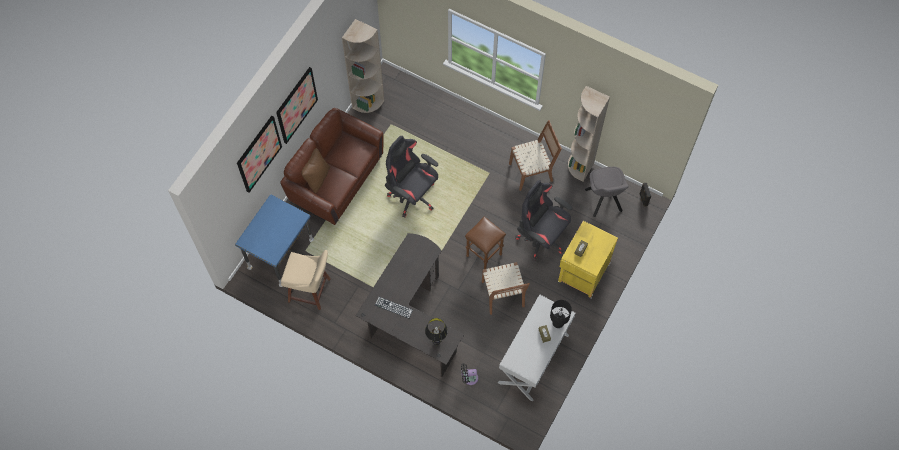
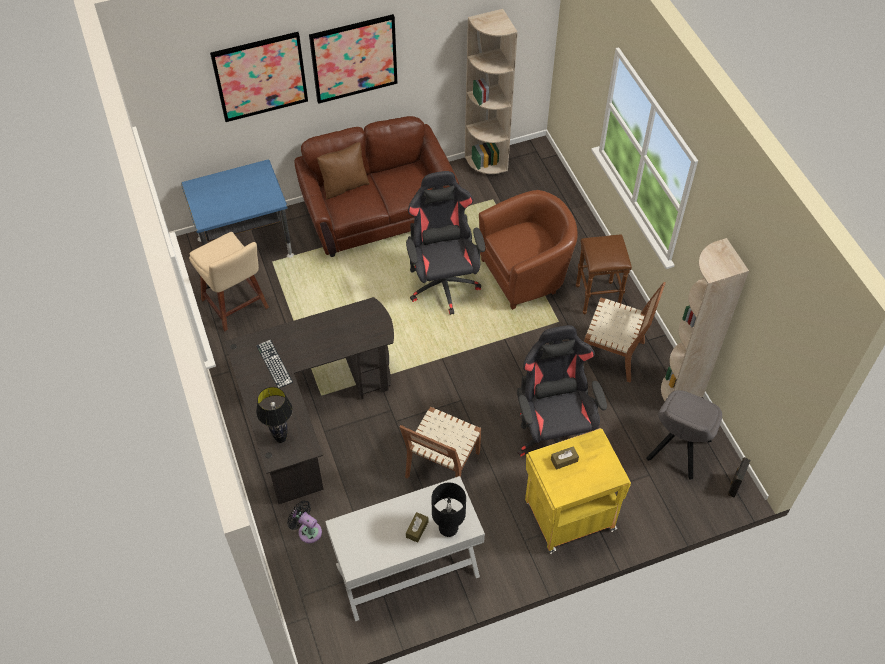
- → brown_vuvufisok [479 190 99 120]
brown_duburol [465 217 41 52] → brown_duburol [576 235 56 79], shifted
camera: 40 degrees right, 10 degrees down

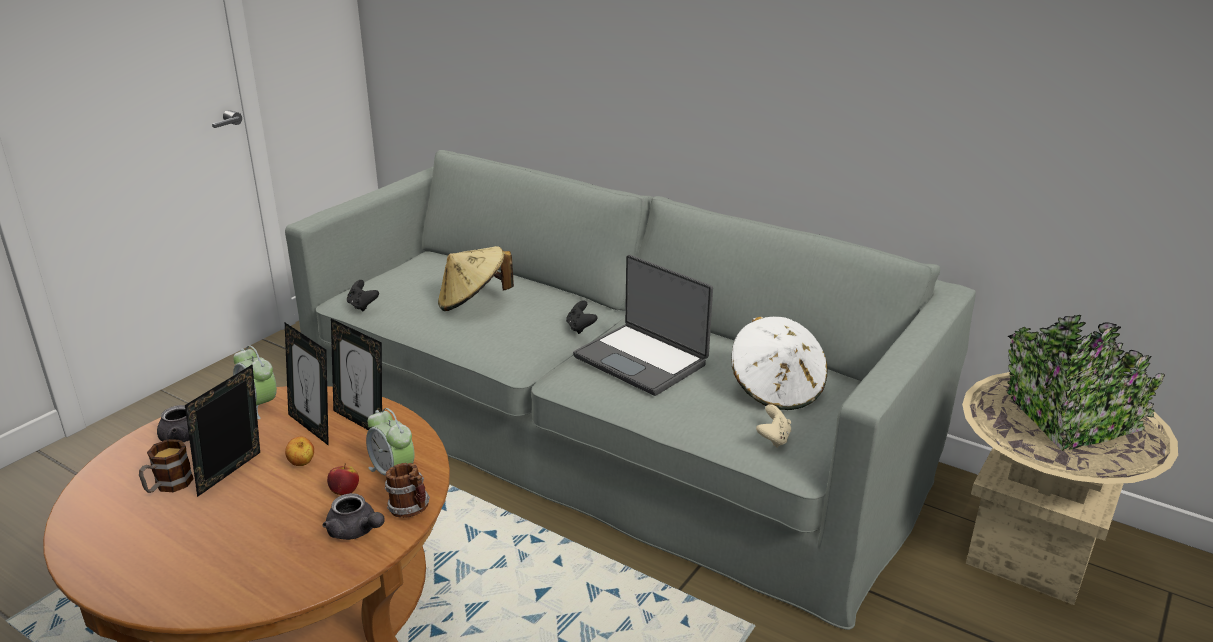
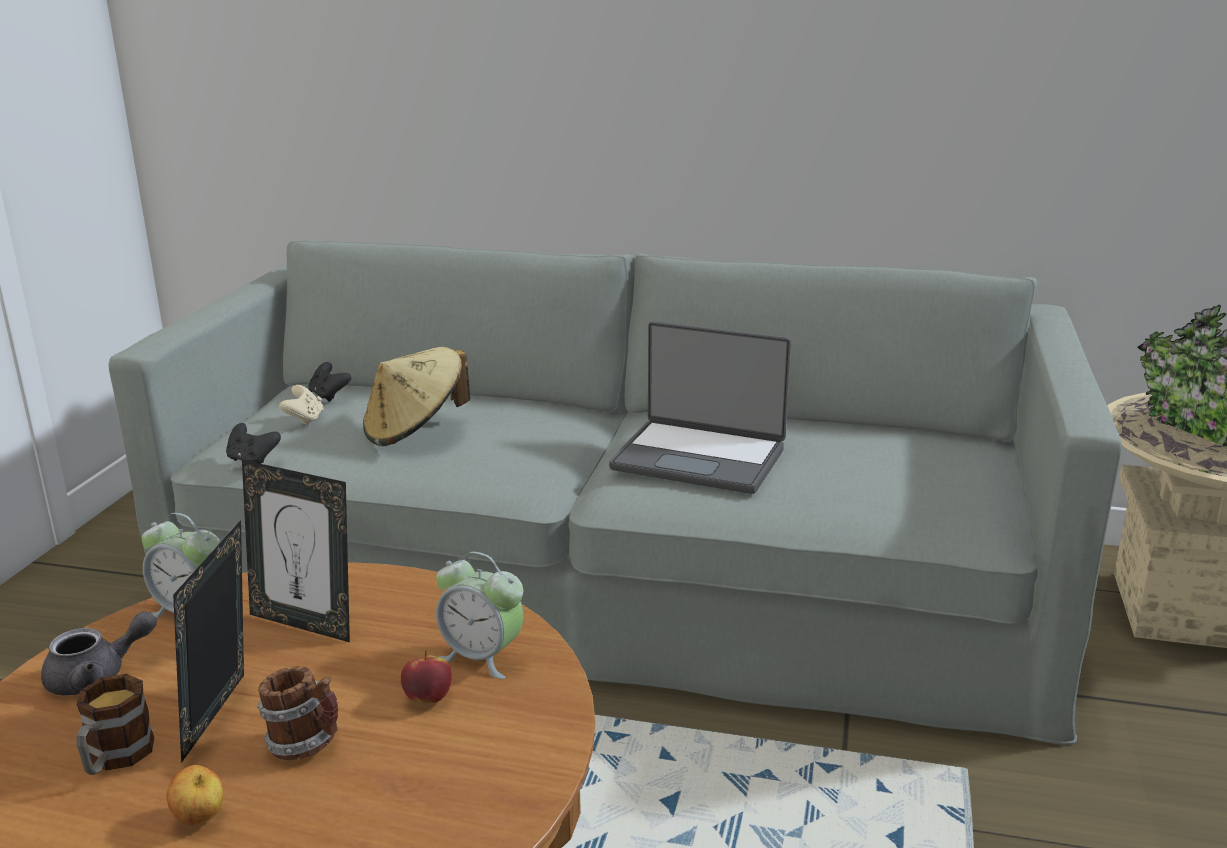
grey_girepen [323 493 62 47] → -
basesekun [331 319 51 111] → -
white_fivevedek [732 317 96 93] → -
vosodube [285 437 29 29] → vosodube [167 765 56 60], shifted
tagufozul [385 463 45 55] → tagufozul [257 666 81 94], shifted
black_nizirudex [566 300 31 34] → black_nizirudex [308 362 43 40], shifted
beige_nizirudex [756 404 35 44] → beige_nizirudex [279 385 45 41], shifted
camera: 20 degrees left, 5 degrees down

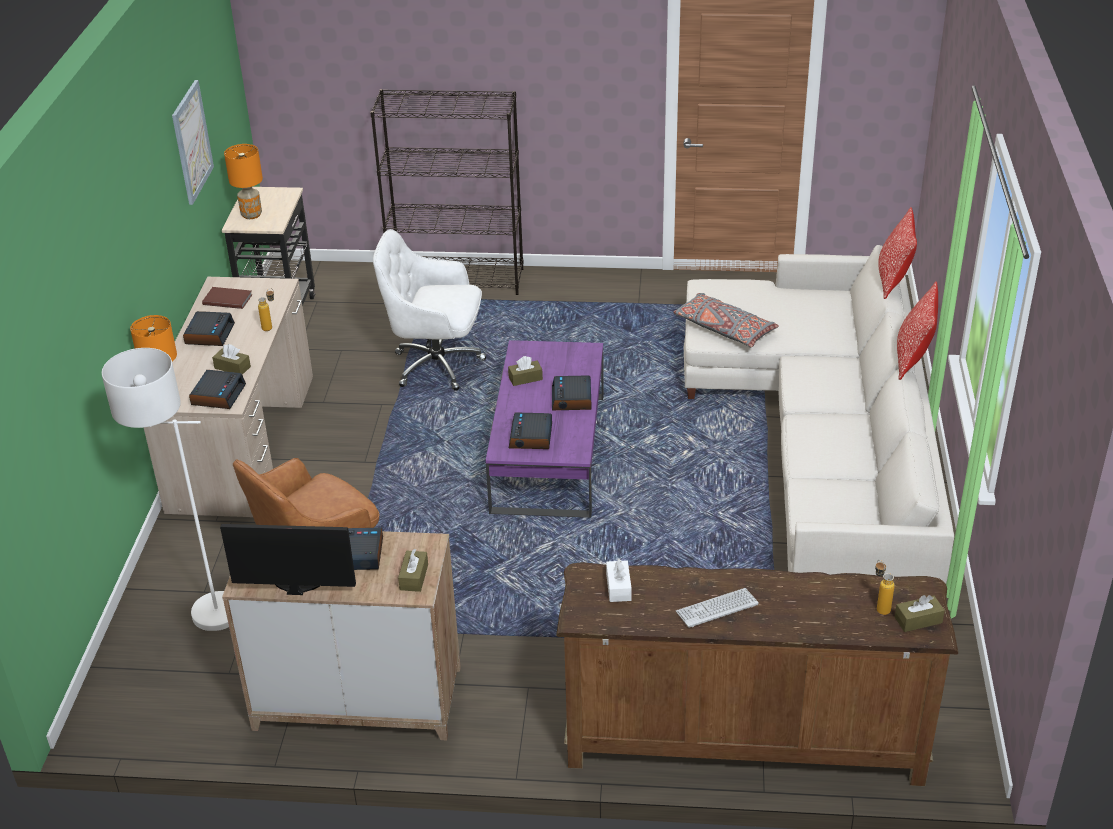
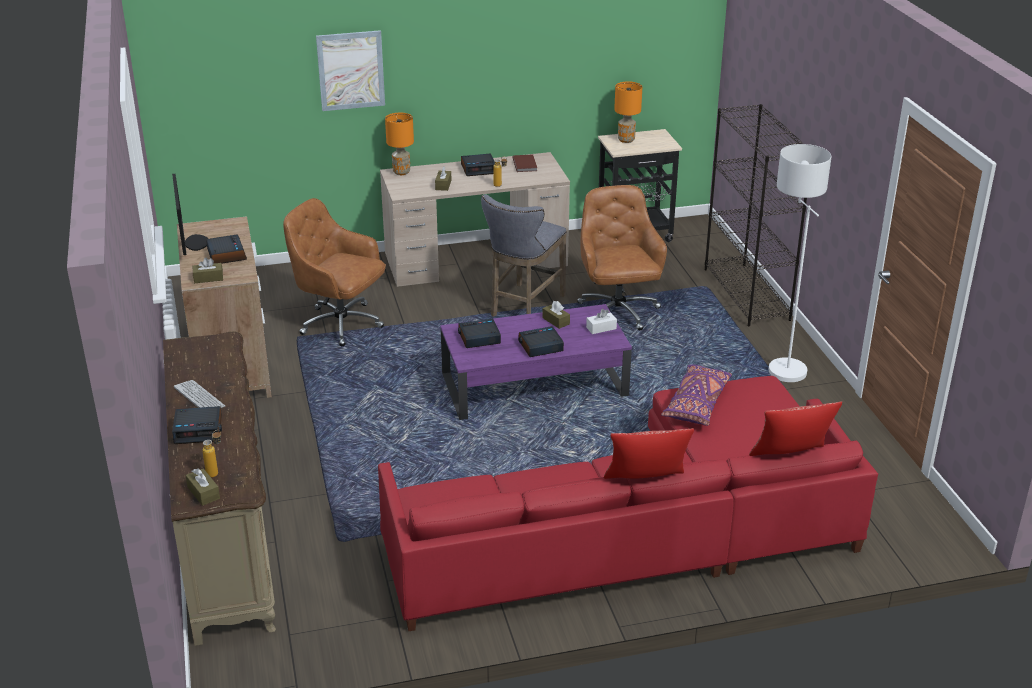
- → grey_duburol [481 194 86 123]
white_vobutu [102 348 127 283] → white_vobutu [768 144 63 238], shifted
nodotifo [172 80 42 125] → nodotifo [316 30 69 81], shifted
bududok [189 370 57 39] → bududok [172 406 50 38], shifted
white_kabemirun [606 559 26 43] → white_kabemirun [586 309 31 25], shifted
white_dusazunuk [373 229 113 162] → brown_dusazunuk [577 185 90 145]
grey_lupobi [673 293 106 54] → purple_lupobi [661 364 71 62]
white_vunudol [683 245 271 338] → red_vunudol [378 376 500 255]
camera: 70 degrees right, 5 degrees down

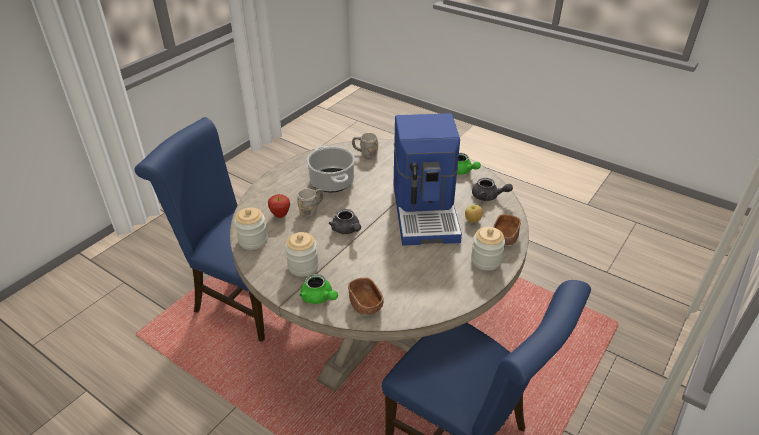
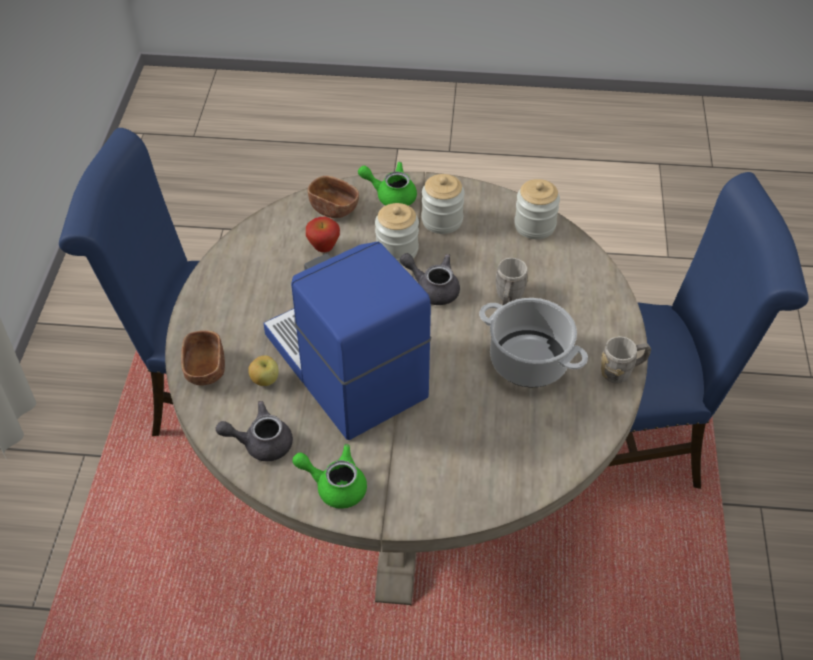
vosodube [268 194 22 24] → vosodube [306 217 34 35], shifted
grey_tagufozul [352 133 26 25] → grey_tagufozul [601 336 50 48], shifted
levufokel [471 227 34 44] → levufokel [375 203 44 61], shifted
camera: 150 degrees right, 10 degrees up

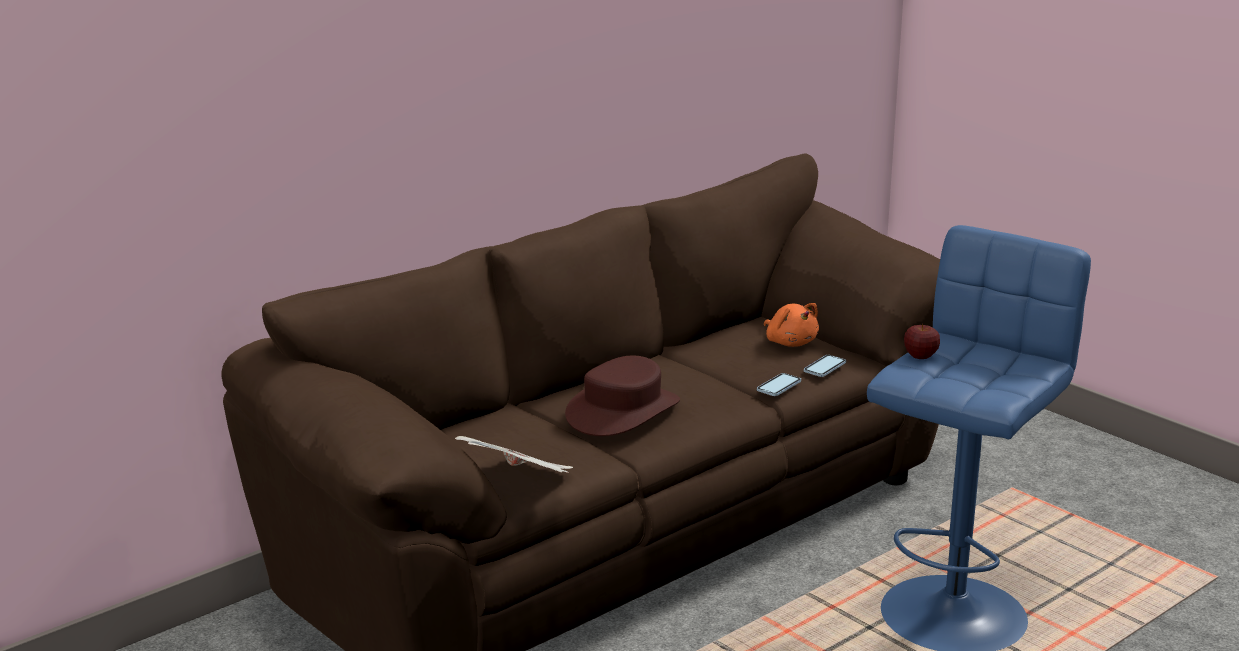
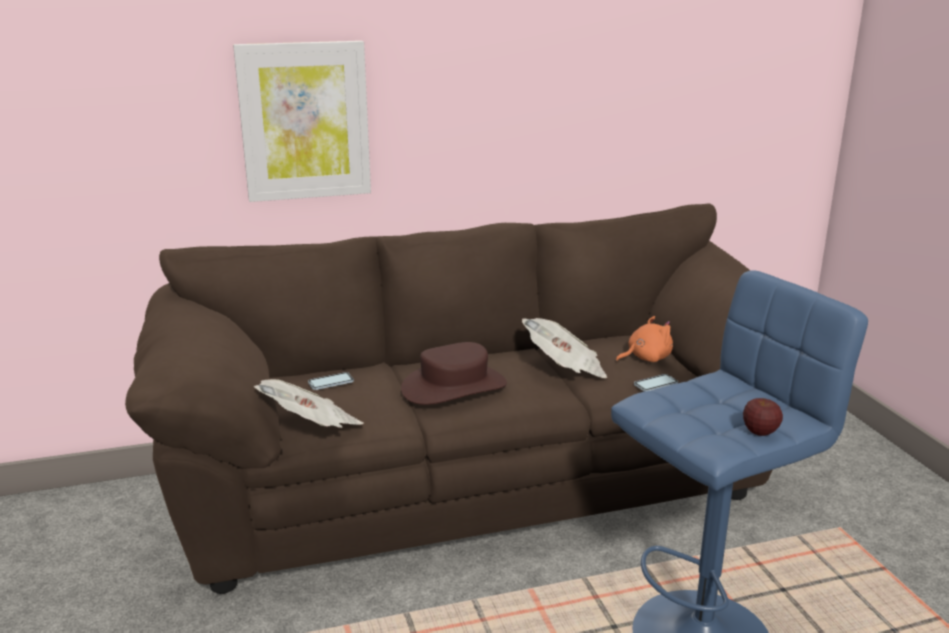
- → nodotifo [233 41 138 161]
- → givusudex [522 318 86 60]
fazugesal [757 373 44 23] → fazugesal [308 372 46 18], shifted
vosodube [904 324 36 35] → vosodube [743 398 40 38], shifted
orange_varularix [764 303 55 44] → orange_varularix [616 316 57 46], 105 degrees counterclockwise
camera: 25 degrees right, 0 degrees up

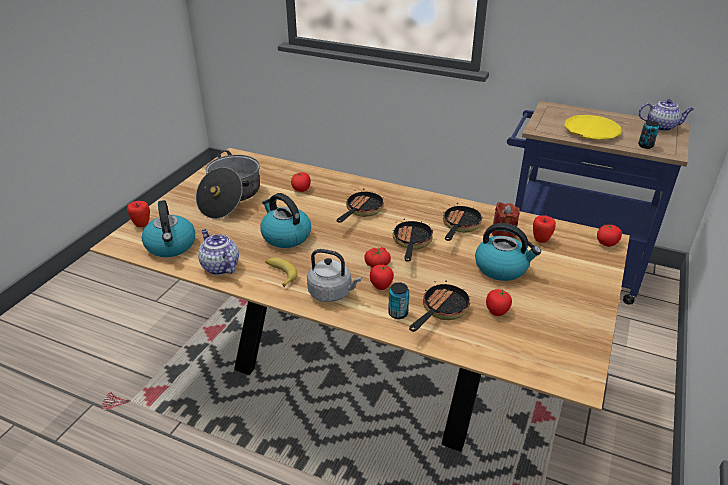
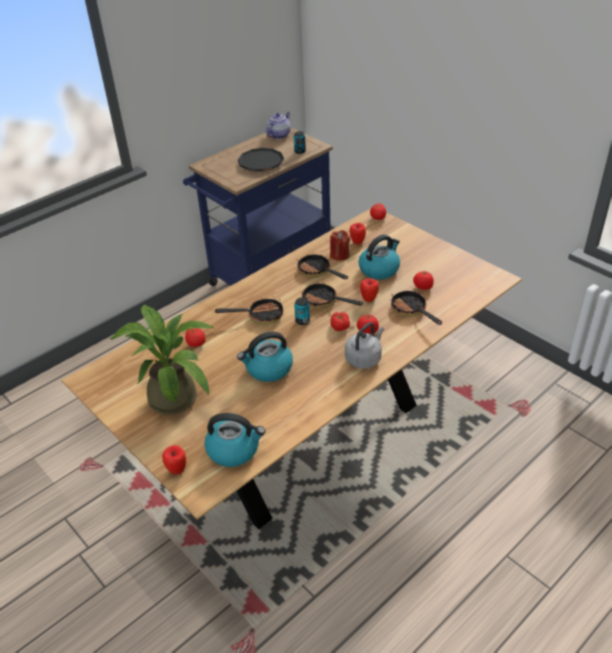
girepen [198 229 41 46] → -
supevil [265 257 33 30] → -
- → vosodube [360 278 19 24]
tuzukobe [388 282 21 37] → tuzukobe [294 297 16 28], shifted
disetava [196 150 64 69] → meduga [109 305 105 110]
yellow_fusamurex [564 115 58 25] → black_fusamurex [238 148 46 23]
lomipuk [337 189 47 34] → lomipuk [215 296 68 29], 120 degrees clockwise
camera: 65 degrees left, 5 degrees up

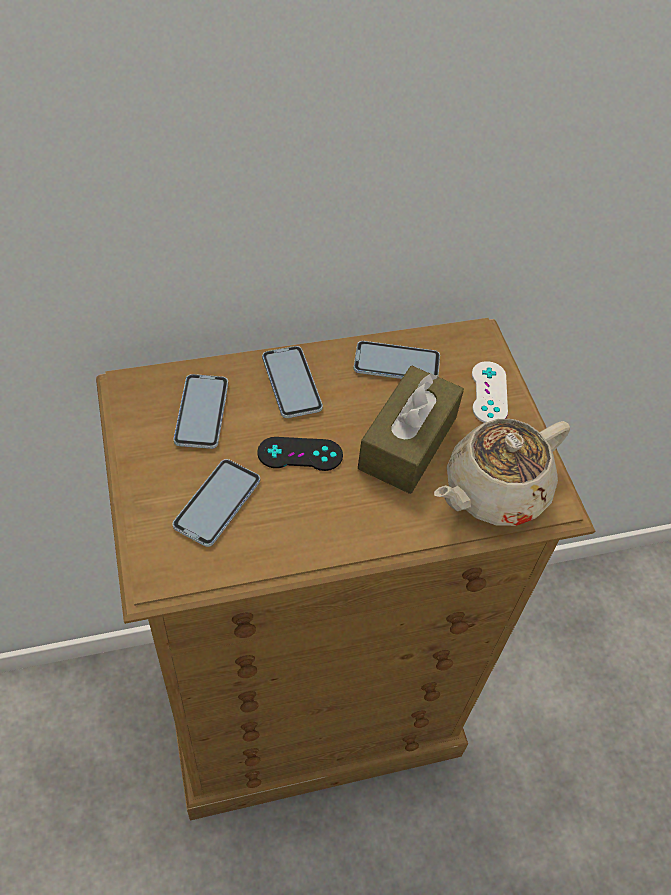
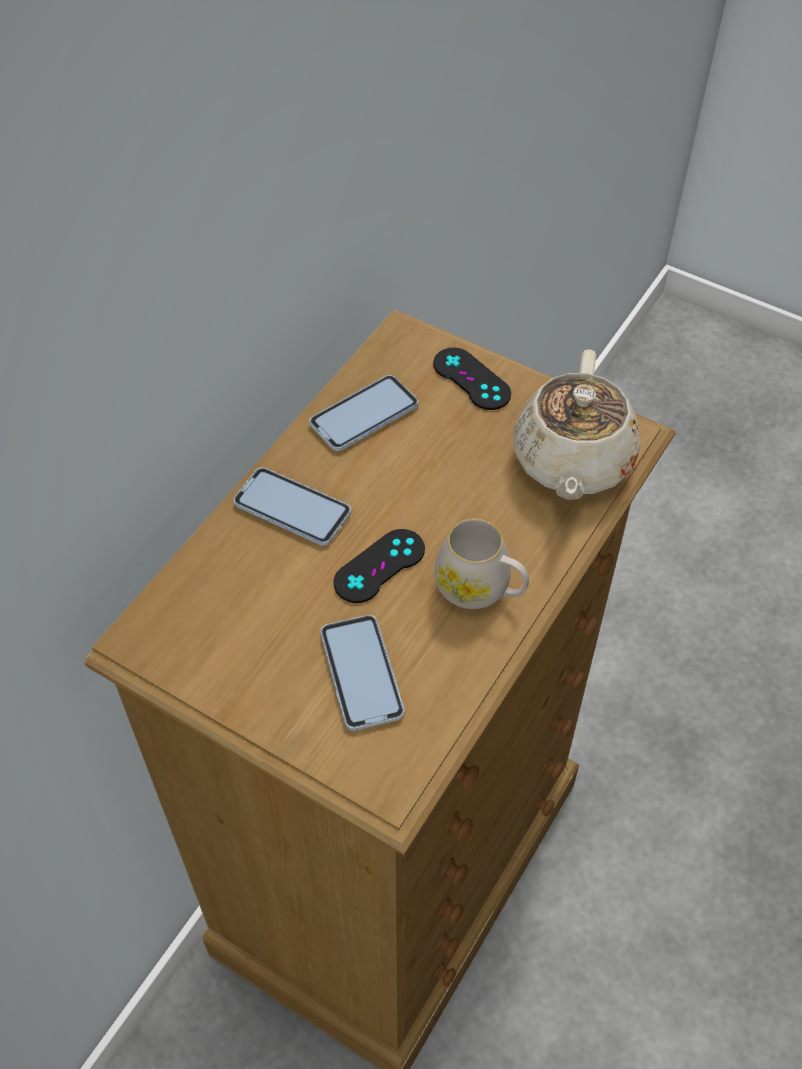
fazugesal [173 374 55 75] → -
brown_kabemirun [358 366 106 128] → -
- → white_tagufozul [435 519 94 90]
white_nizirudex [472 361 36 62] → black_nizirudex [433 348 78 62]
camera: 40 degrees left, 0 degrees up

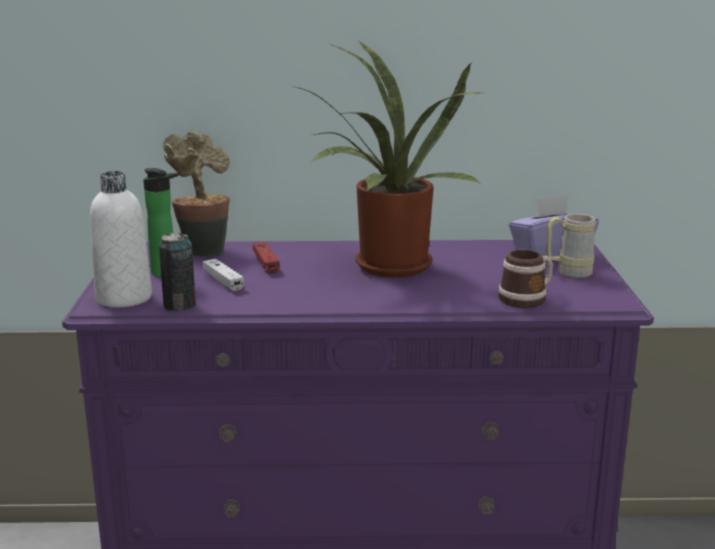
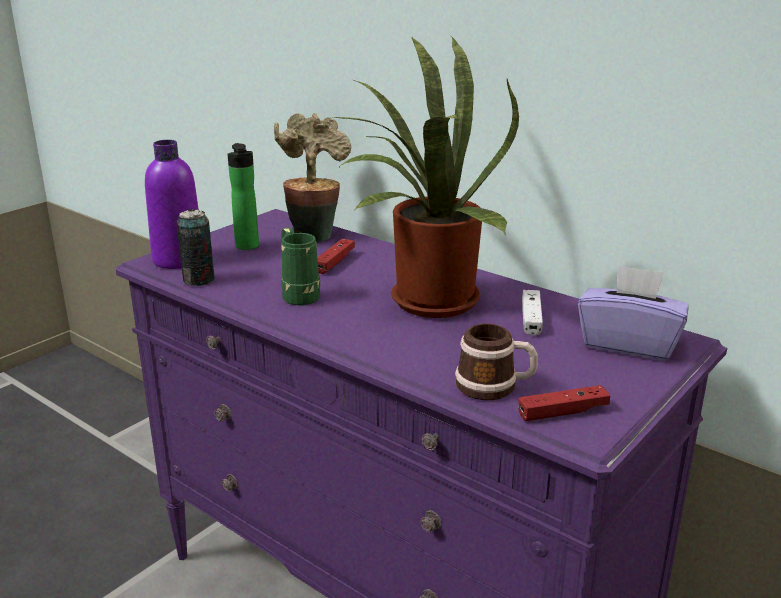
beige_tagufozul [546 214 50 64] → -
- → green_tagufozul [281 227 39 78]
- → red_nizirudex [518 385 92 36]
white_nizirudex [203 259 41 32] → white_nizirudex [522 290 21 46], shifted
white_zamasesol [90 171 62 136] → purple_zamasesol [145 140 54 129]
camera: 40 degrees right, 5 degrees up

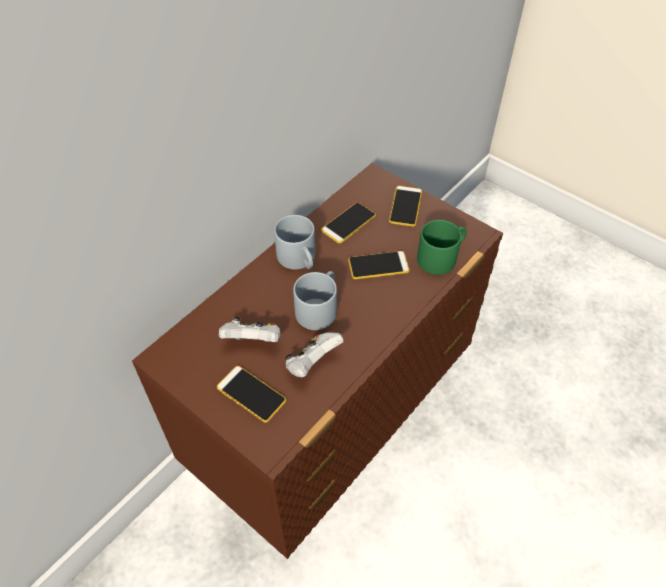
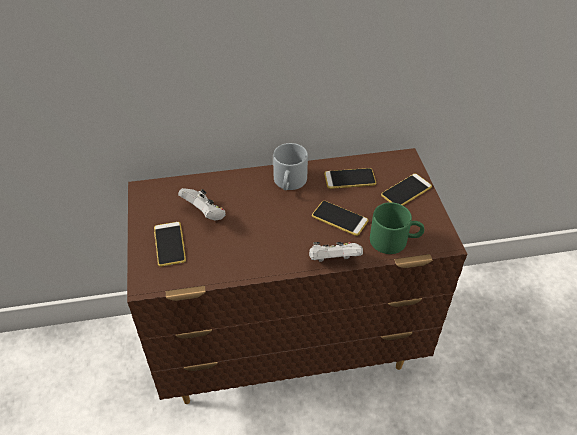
grey_tagufozul [293 271 44 59] → -
white_nizirudex [285 332 59 46] → white_nizirudex [309 242 54 20], shifted
camera: 40 degrees right, 5 degrees down

